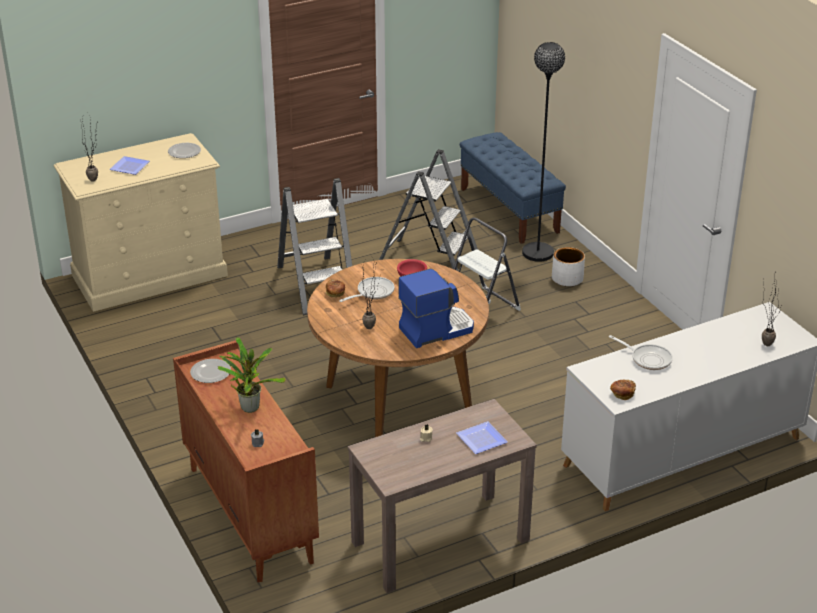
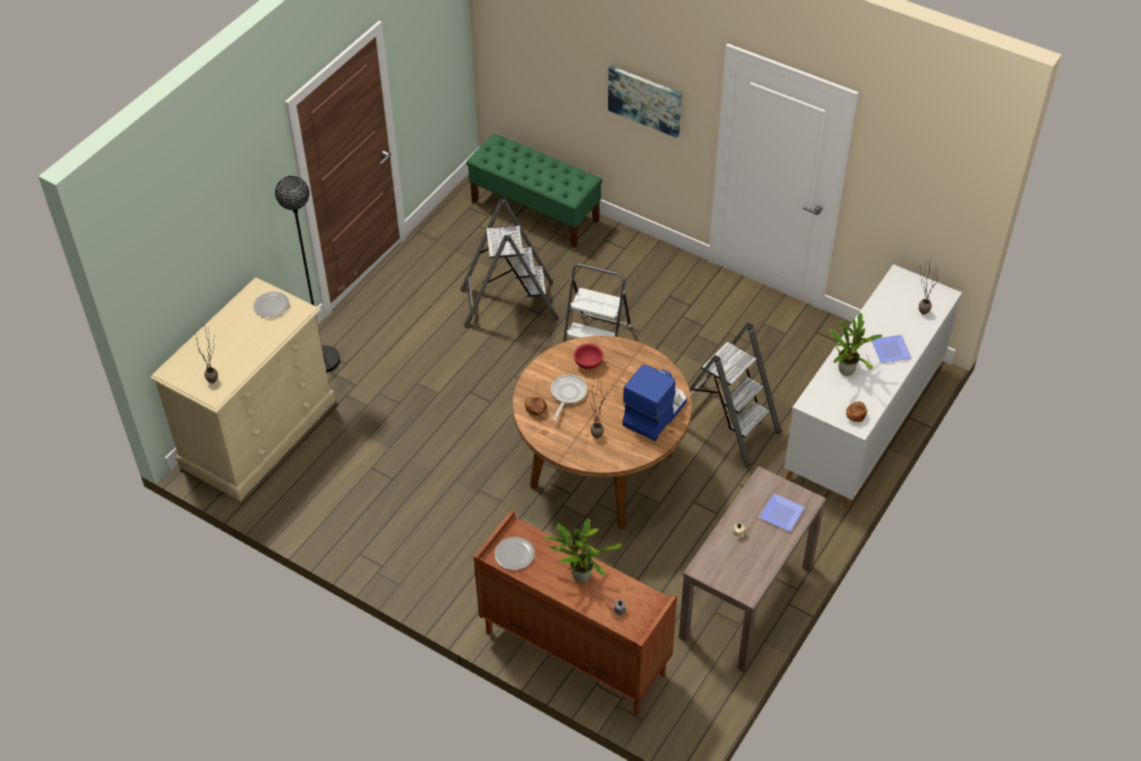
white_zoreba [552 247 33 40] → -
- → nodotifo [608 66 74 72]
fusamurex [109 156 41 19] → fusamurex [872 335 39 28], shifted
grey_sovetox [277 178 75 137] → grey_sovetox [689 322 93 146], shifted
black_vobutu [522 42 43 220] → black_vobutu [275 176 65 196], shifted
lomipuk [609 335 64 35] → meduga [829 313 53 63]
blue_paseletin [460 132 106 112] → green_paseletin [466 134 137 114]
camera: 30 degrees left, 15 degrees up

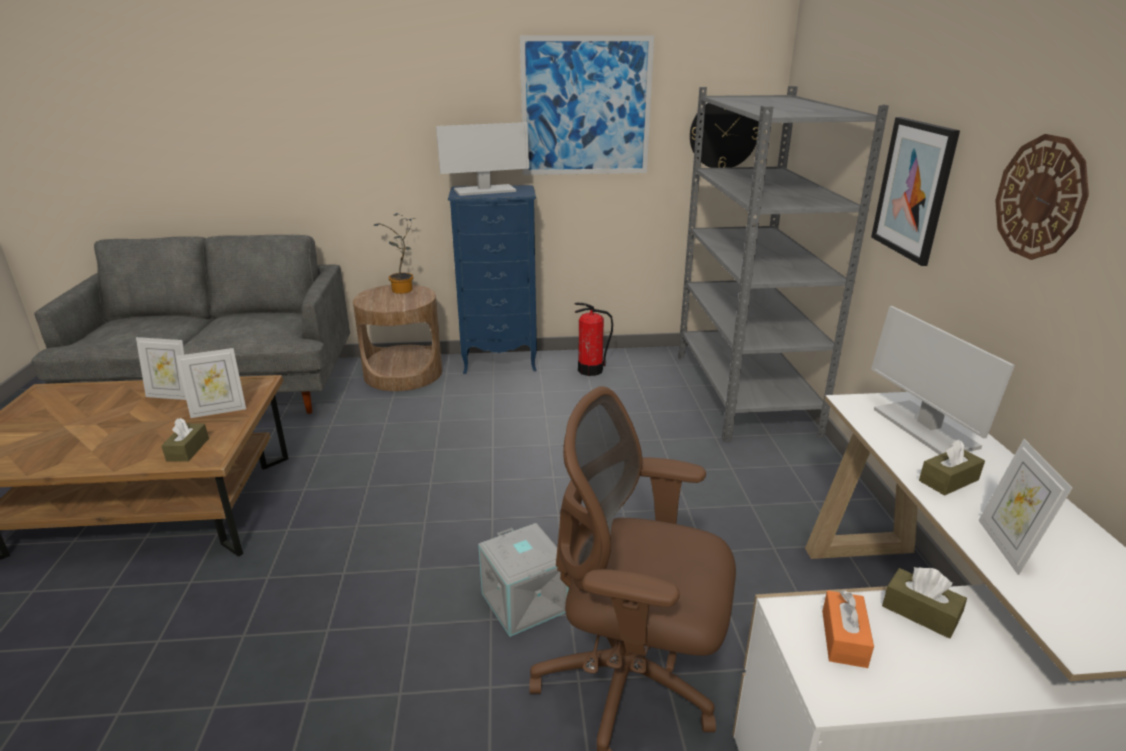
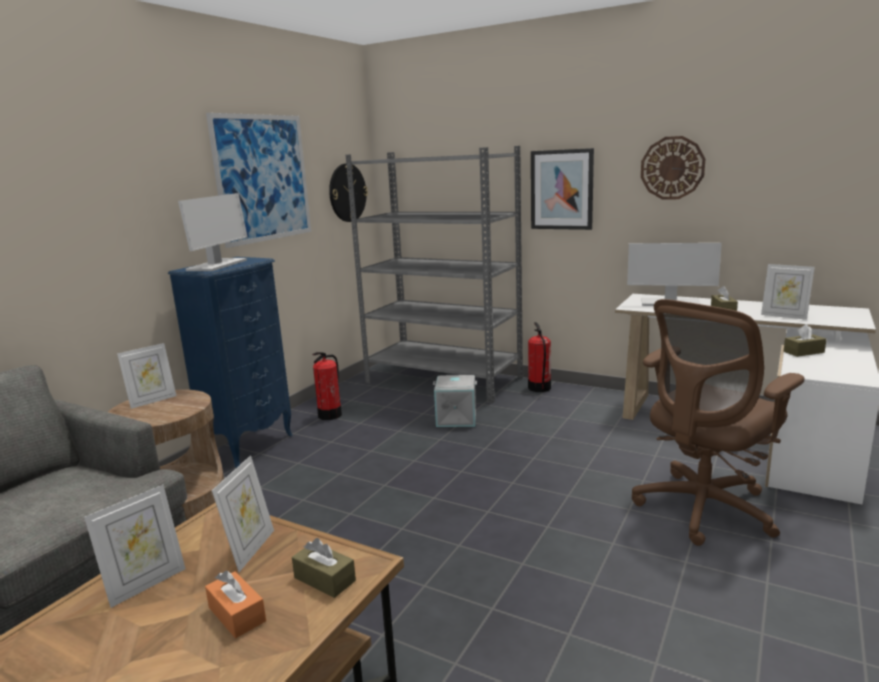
- → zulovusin [528 322 23 70]
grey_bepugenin [478 523 91 114] → grey_bepugenin [433 375 44 52], shifted
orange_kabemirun [822 590 52 78] → orange_kabemirun [205 570 61 68], shifted
meduga [373 213 40 81] → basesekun [117 343 59 66]
camera: 55 degrees left, 10 degrees down

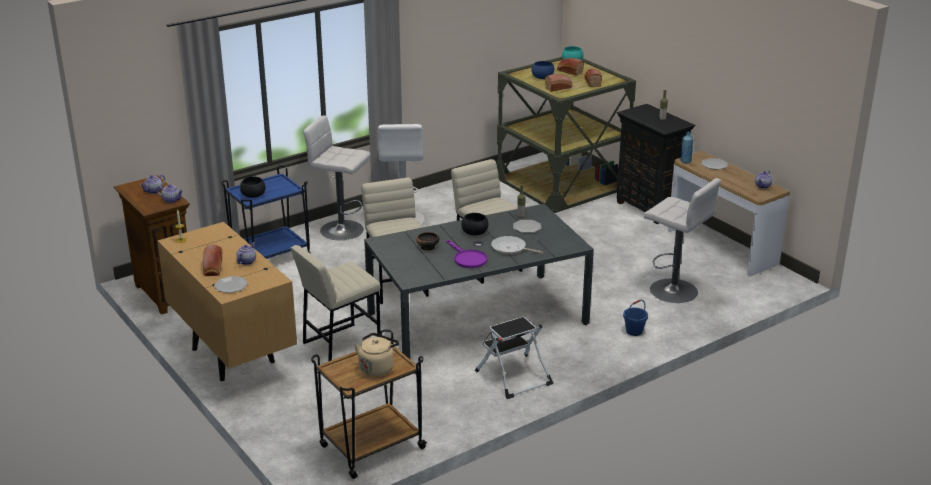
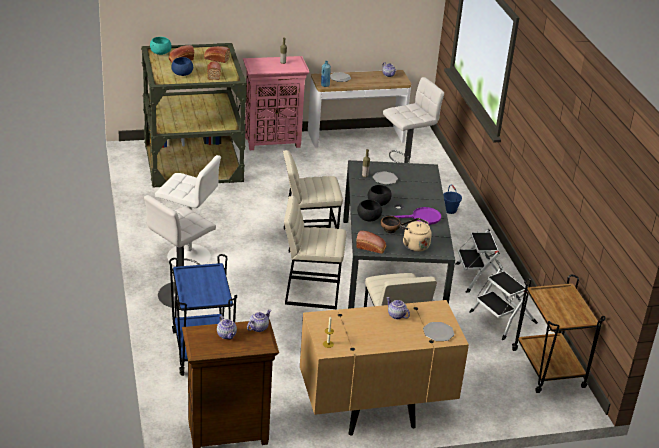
lomipuk [491 236 52 18] → -
- → sovetox [469 268 69 72]
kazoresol [203 245 19 31] → kazoresol [356 231 30 23], shifted
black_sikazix [240 176 26 22] → black_sikazix [357 200 25 22], shifted
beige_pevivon [354 333 45 43] → beige_pevivon [400 218 32 34], shifted
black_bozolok [617 104 78 120] → pink_bozolok [243 56 67 94]
camera: 70 degrees left, 5 degrees up

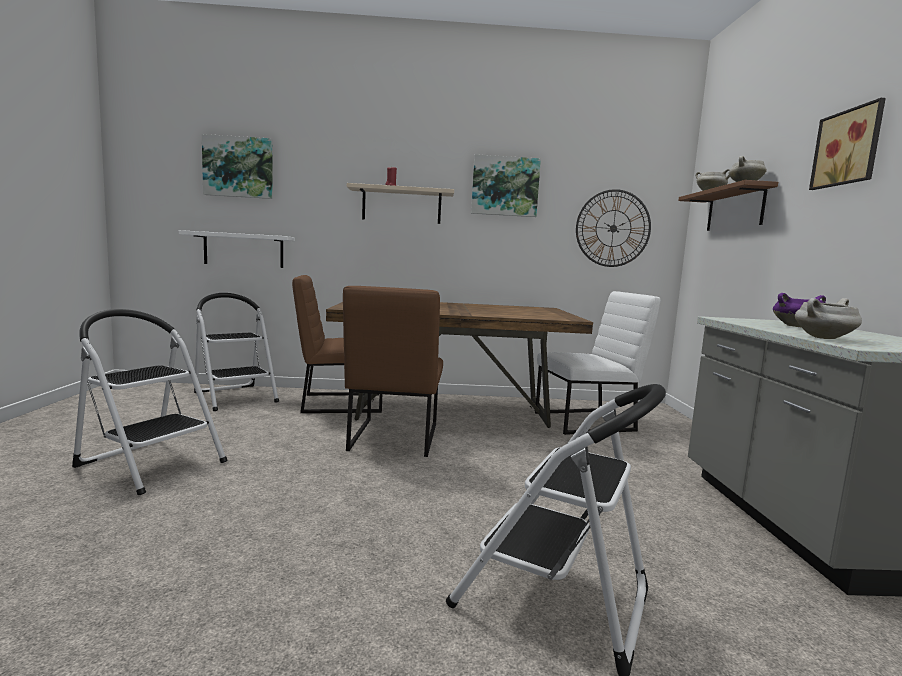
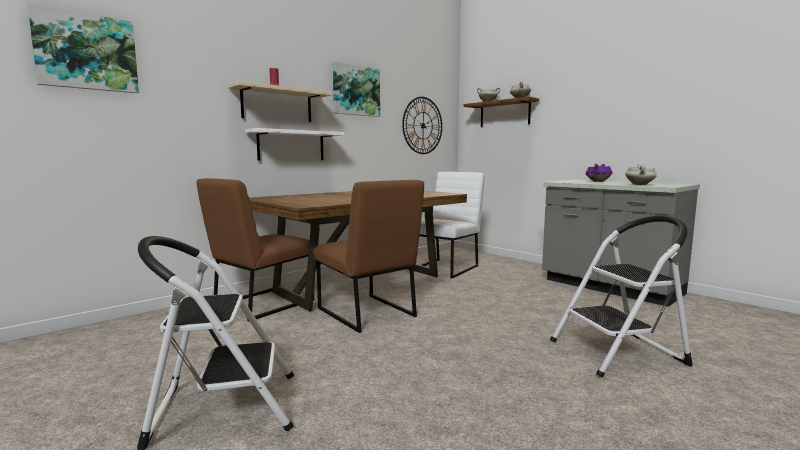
sovetox [194 293 85 118] → -
nodotifo [809 98 77 92] → -
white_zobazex [179 230 116 38] → white_zobazex [245 128 99 33], shifted
camera: 40 degrees left, 0 degrees up

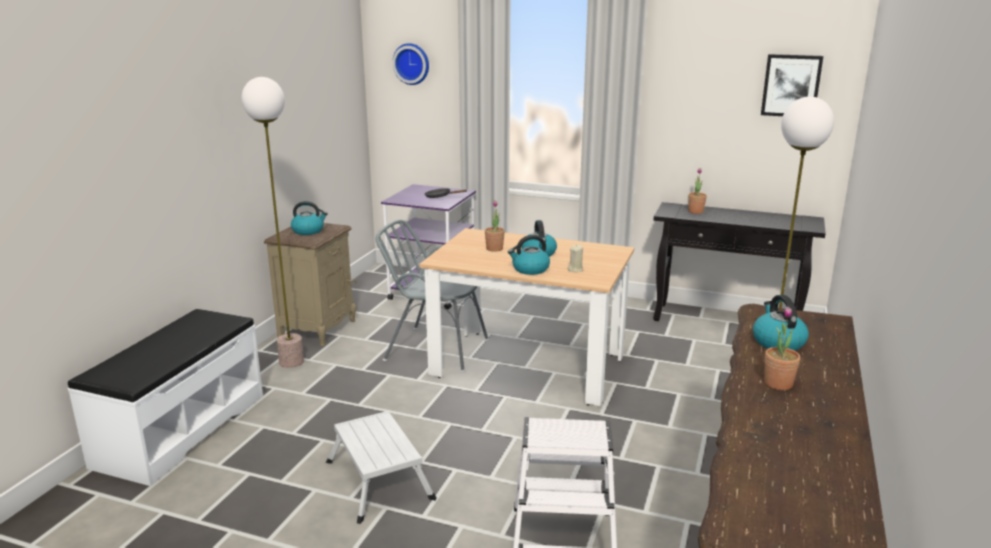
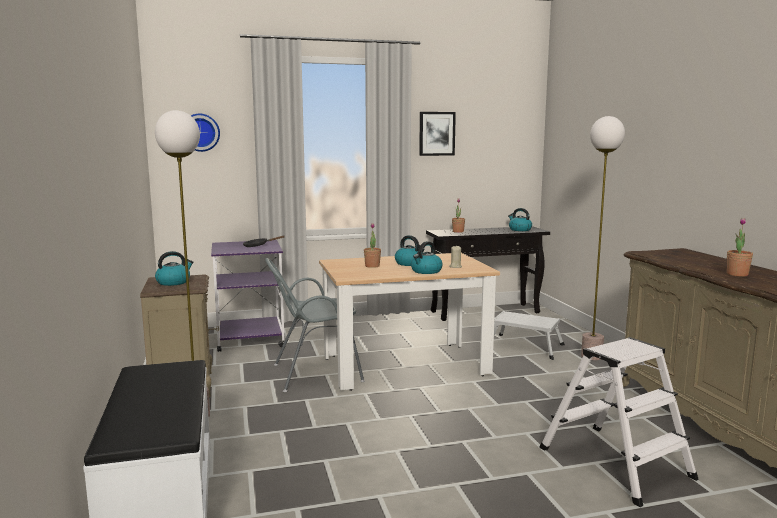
white_sovetox [326 411 111 113] → white_sovetox [494 311 71 49], shifted
pevivon [753 295 56 56] → pevivon [508 208 24 23], shifted
nodotifo [761 54 62 62] → nodotifo [419 112 37 44], shifted
camera: 35 degrees left, 10 degrees down

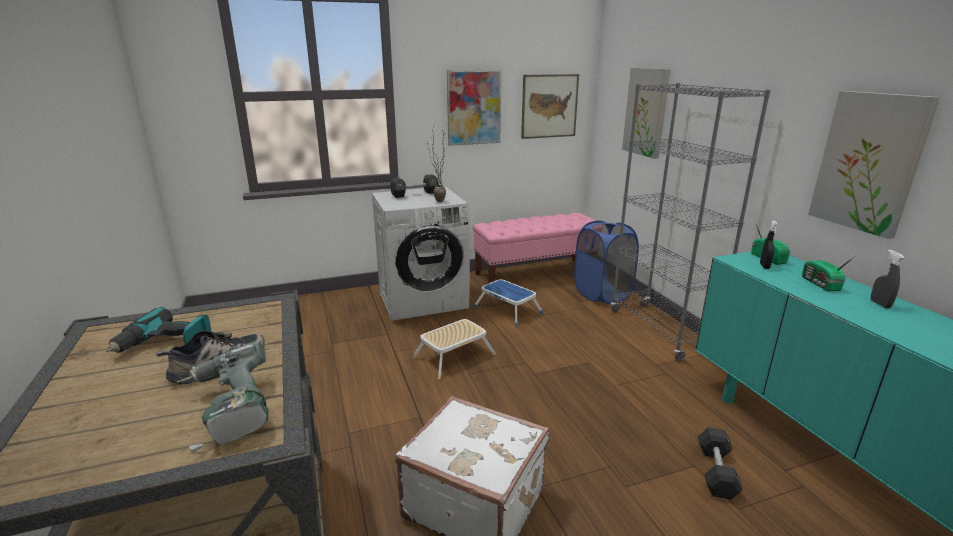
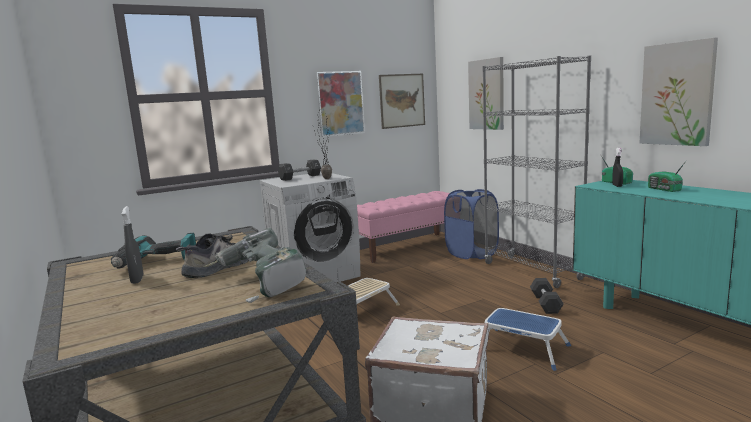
blue_sovetox [473 279 70 48] → blue_sovetox [485 308 86 63], shifted
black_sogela [698 427 45 73] → black_sogela [530 278 34 36], shifted
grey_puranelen [871 250 33 59] → grey_puranelen [122 206 21 78], shifted
camera: 10 degrees left, 10 degrees down

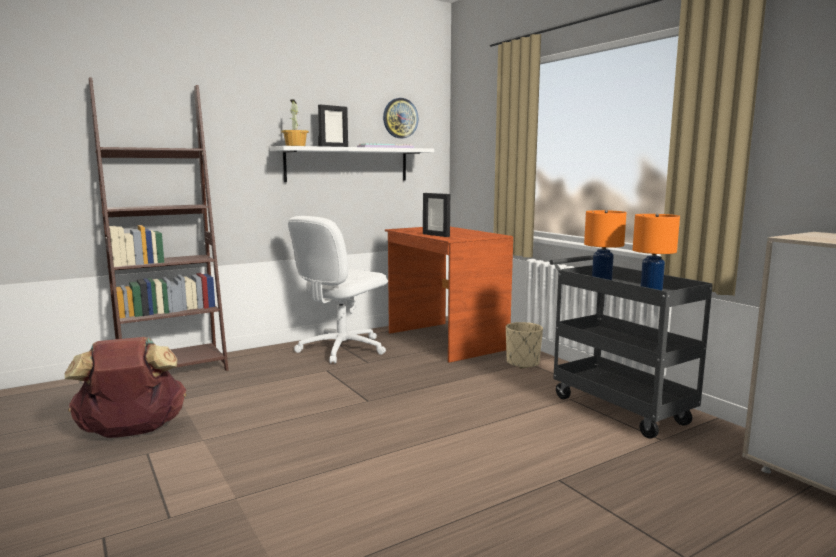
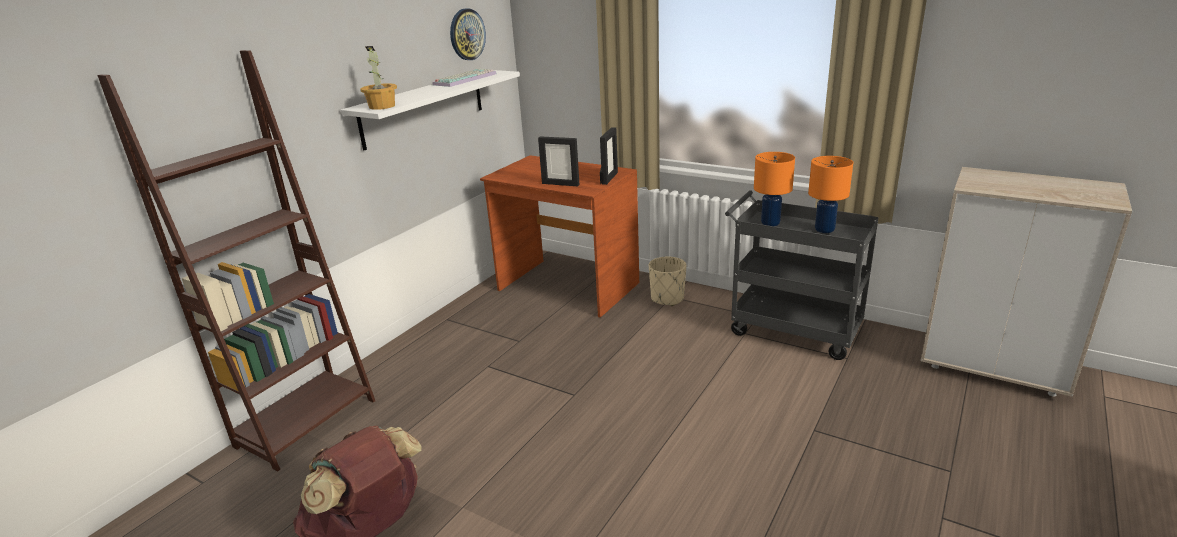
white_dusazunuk [288 216 100 148] → -
basesekun [318 105 30 42] → basesekun [600 127 18 58], shifted
camera: 25 degrees left, 15 degrees up

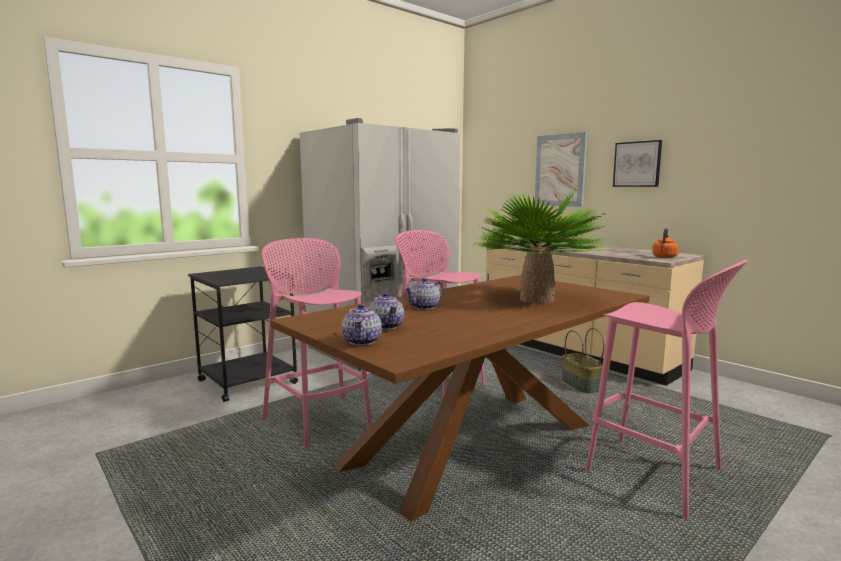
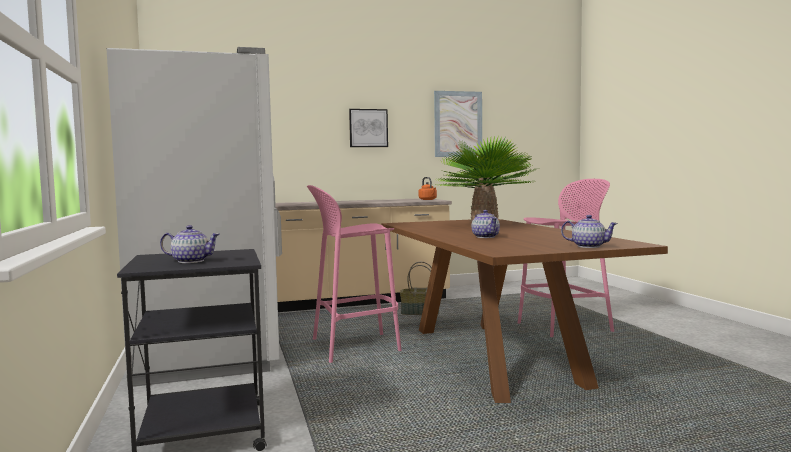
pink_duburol [261 238 111 210] → -
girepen [369 292 35 38] → girepen [160 225 60 38], shifted
nodotifo [535 132 52 75] → nodotifo [434 91 48 66], shifted
camera: 65 degrees left, 5 degrees down

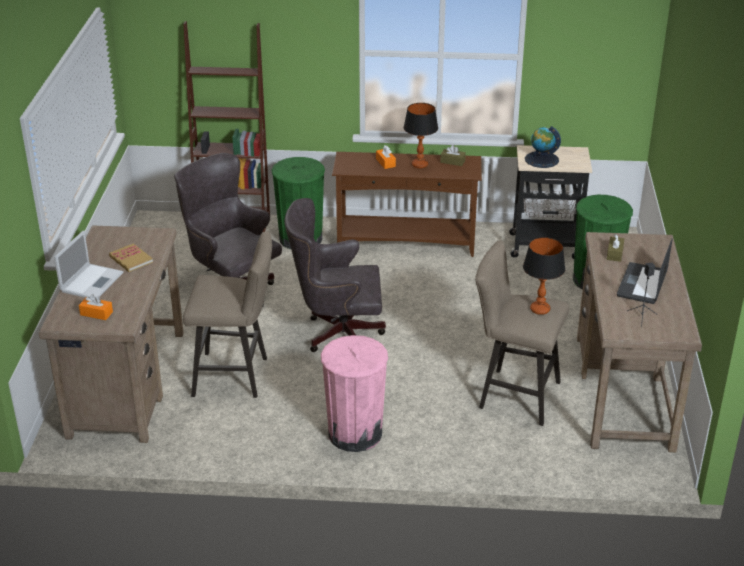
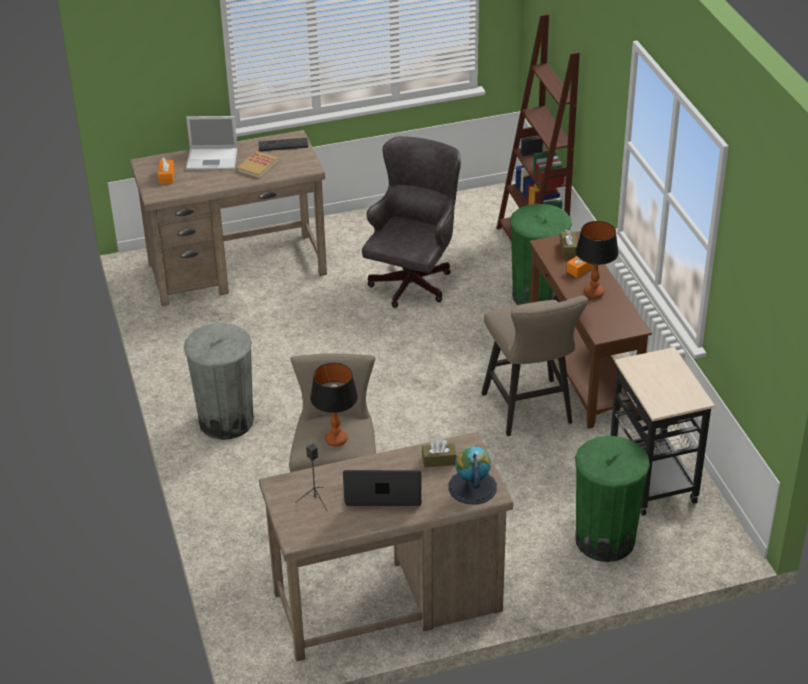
grey_dusazunuk [285 198 101 154] → -
- → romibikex [258 138 50 13]
beige_duburol [183 231 89 167] → beige_duburol [481 295 107 141], shifted
brown_kabemirun [440 145 26 21] → brown_kabemirun [560 230 17 27], shifted
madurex [525 126 36 42] → madurex [448 446 49 59], shifted
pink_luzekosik [321 335 67 117] → grey_luzekosik [184 323 70 117]
camera: 70 degrees right, 5 degrees up

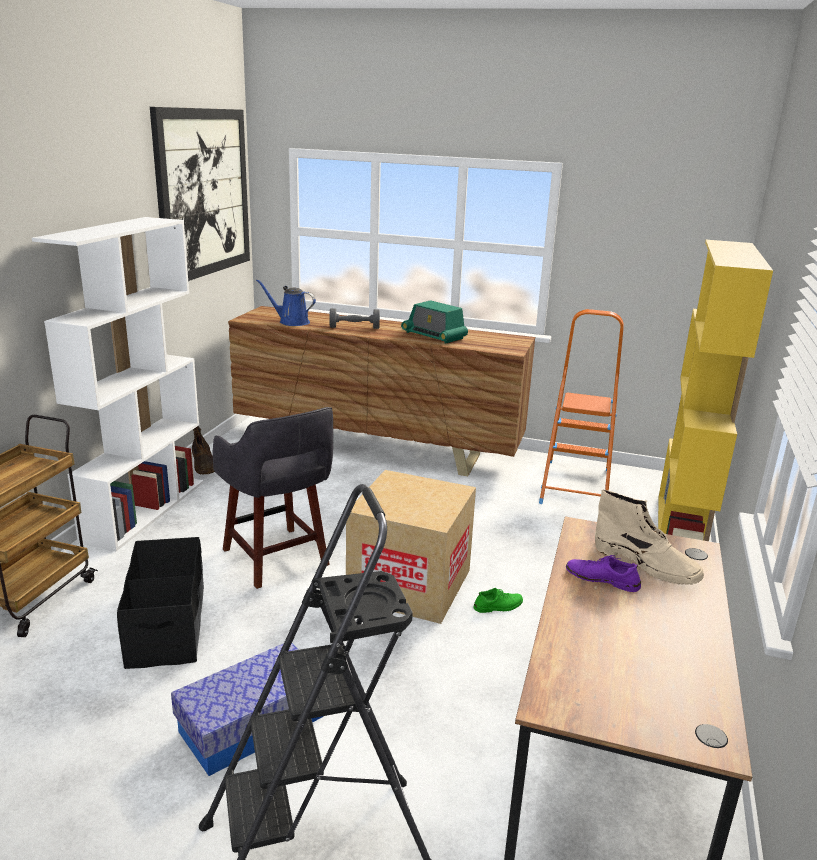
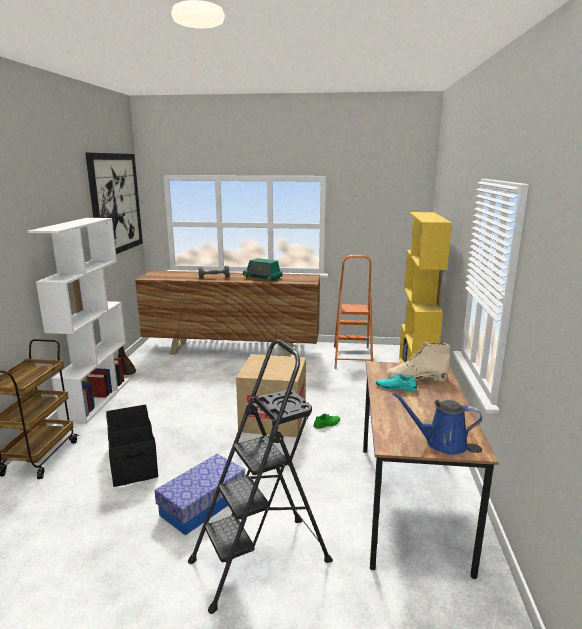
grey_duburol [213 407 120 182] → -
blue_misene [256 279 60 47] → blue_misene [392 392 90 63], shifted
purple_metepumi [566 555 75 37] → turquoise_metepumi [376 373 41 18]
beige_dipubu [595 490 109 95] → beige_dipubu [386 343 64 38], 150 degrees clockwise
camera: 10 degrees left, 5 degrees down

